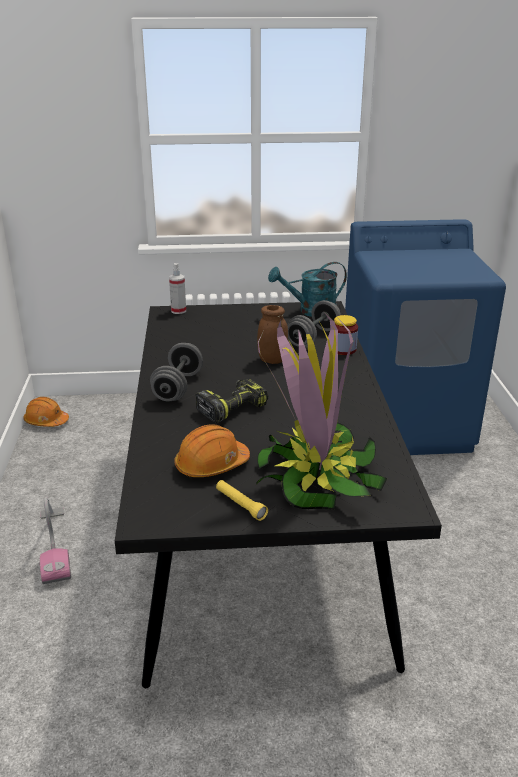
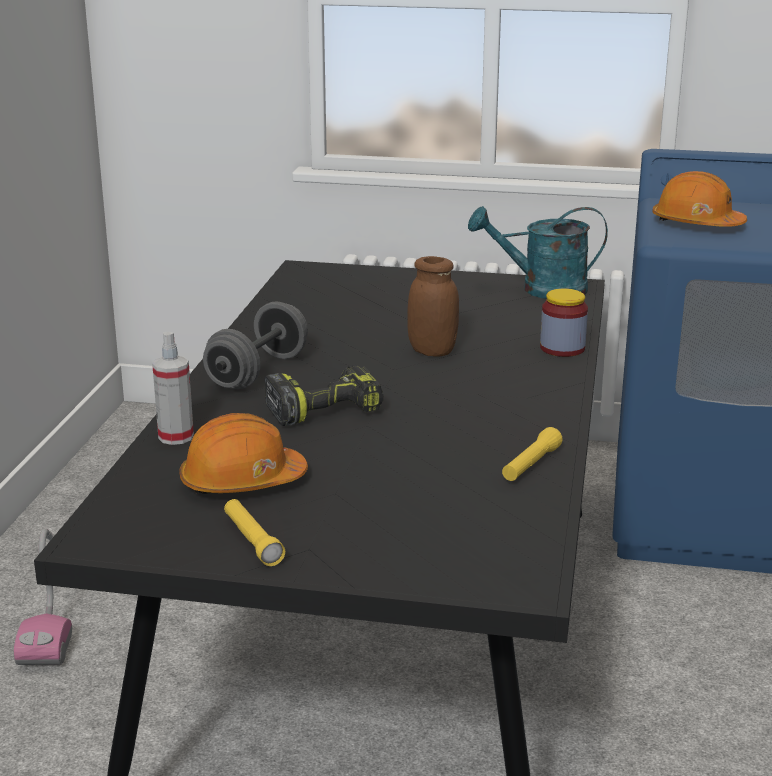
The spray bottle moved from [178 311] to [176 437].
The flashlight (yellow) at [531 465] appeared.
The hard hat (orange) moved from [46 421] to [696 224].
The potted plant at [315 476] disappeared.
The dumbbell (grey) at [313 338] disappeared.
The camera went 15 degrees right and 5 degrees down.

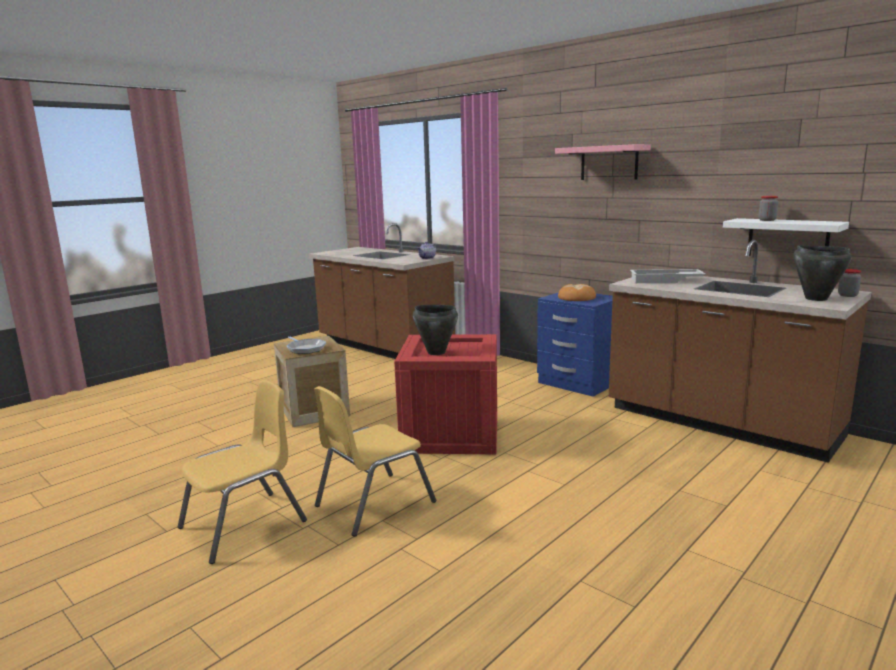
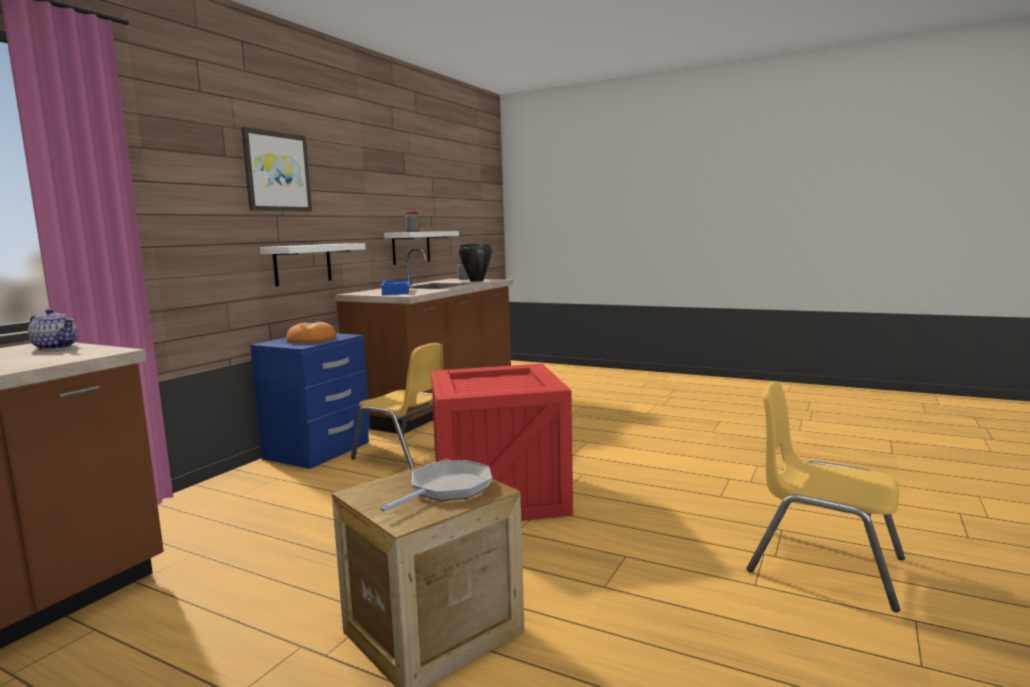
The shelf (pink) at [609 163] was replaced by the picture at [276 172].
The shelf (white) at [302 264] appeared.
The chair (yellow) moved from [373 503] to [406 456].
The tray (white) at [665 281] became the tray (blue) at [397 291].
The cooking pot (black) at [436 352] disappeared.
The camera went 105 degrees left and 5 degrees down.

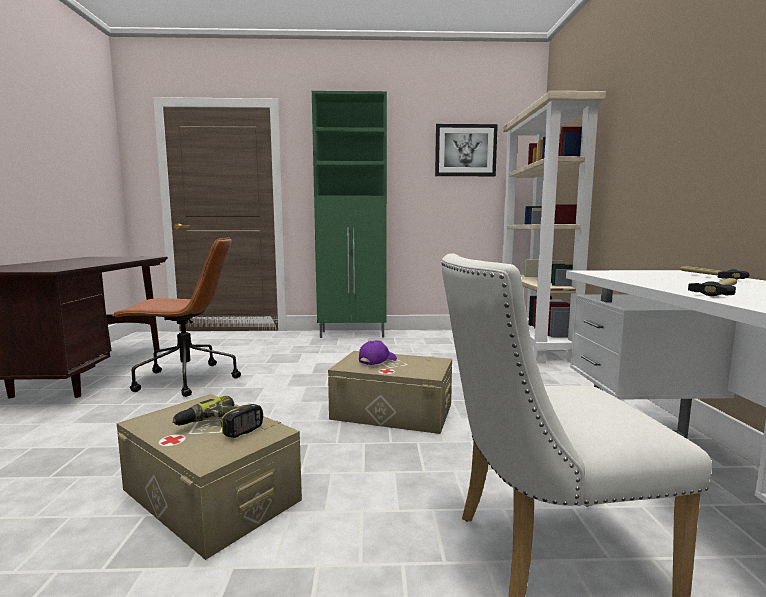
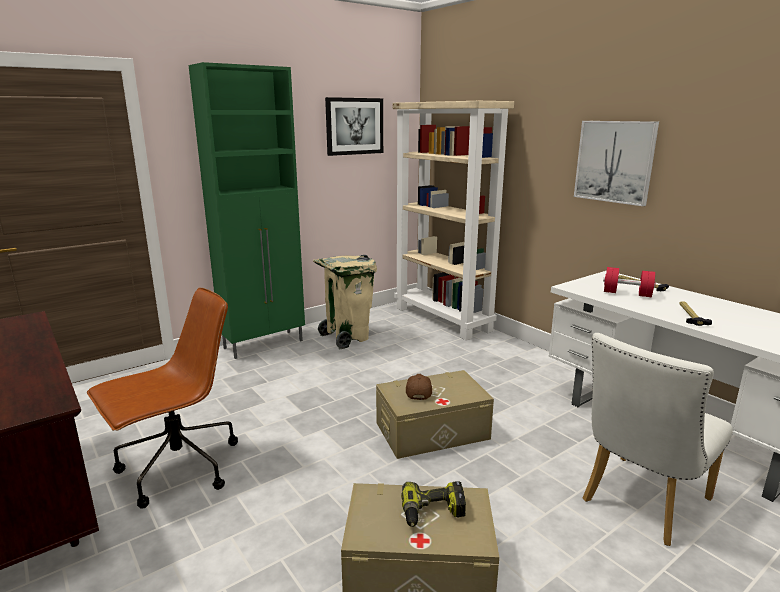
The trash can (beige) at [347 337] appeared.
The cap (purple) at [377 361] became the cap (brown) at [418 392].
The picture at [614 161] appeared.
The dumbbell (red) at [627 294] appeared.
The camera went 35 degrees left and 10 degrees up.

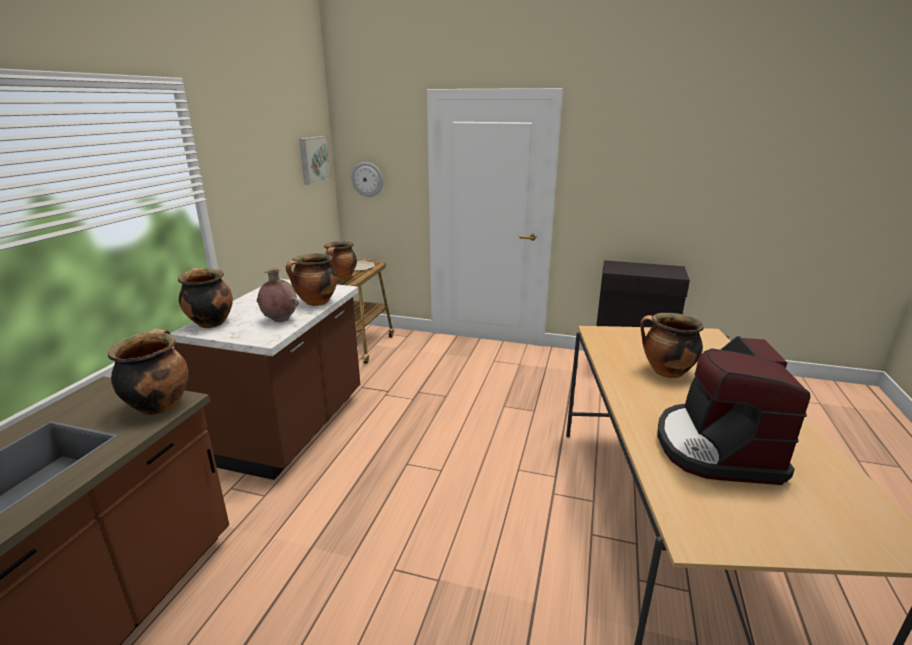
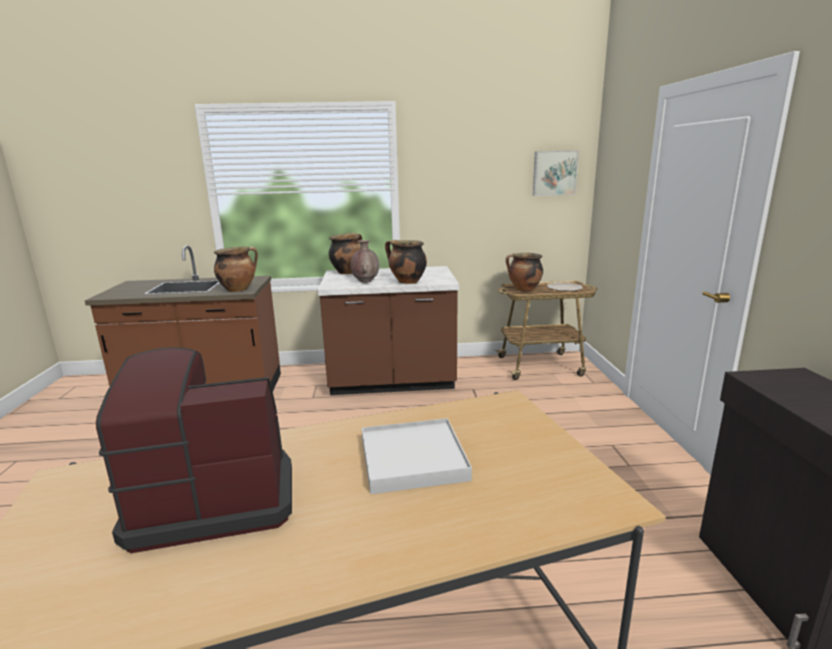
The cooking pot at [665 372] was replaced by the tray (white) at [412 458].
The wall clock at [367 179] disappeared.
The camera went 70 degrees right and 5 degrees down.

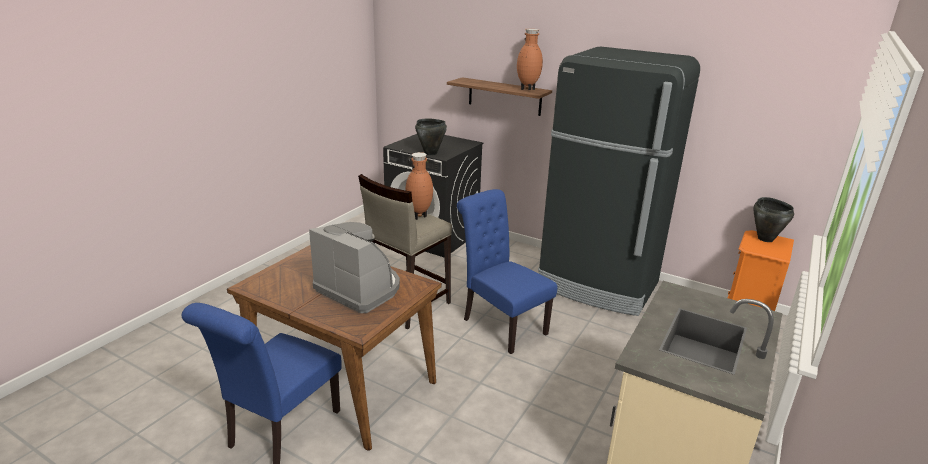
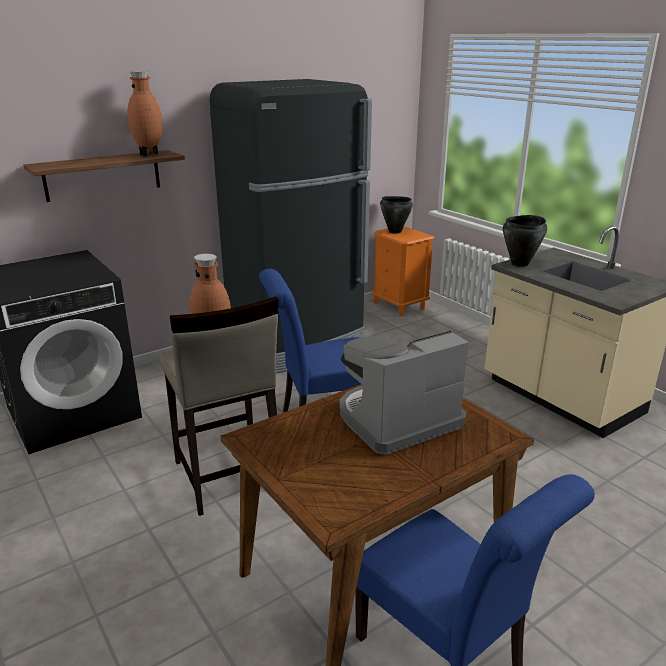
The cooking pot (black) moved from [431 153] to [520 264].
The camera went 65 degrees left and 0 degrees up.

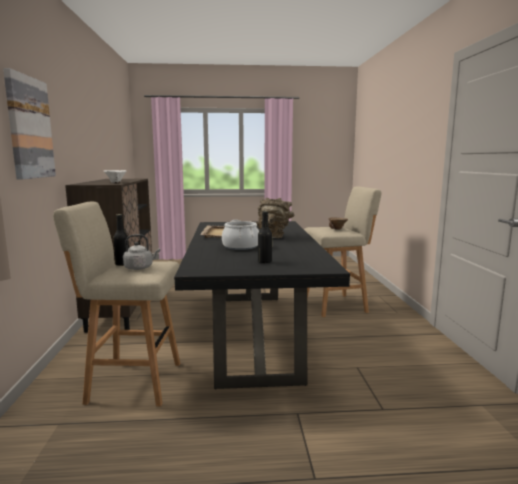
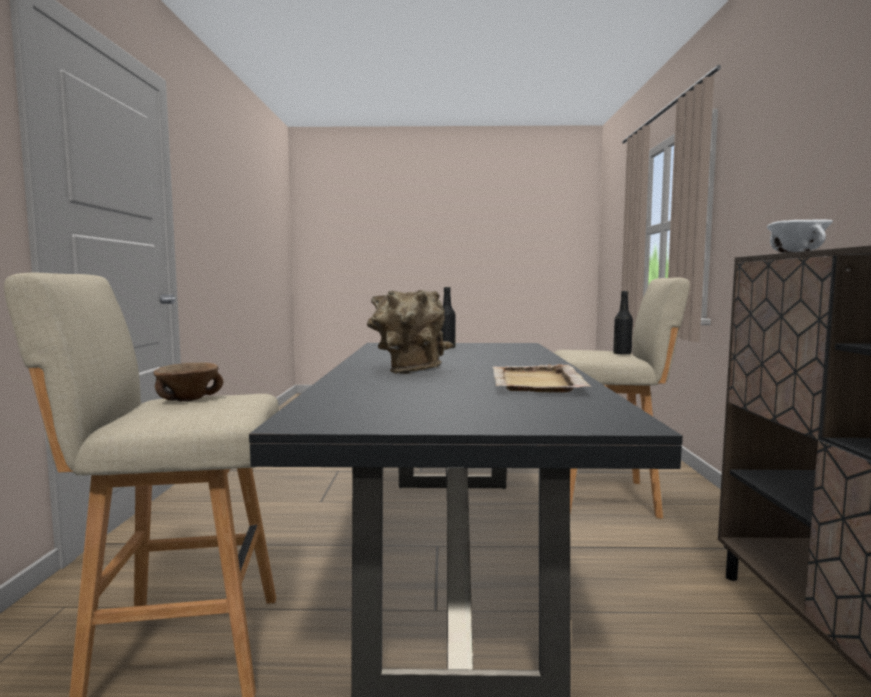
The picture at [29 128] disappeared.
The kettle (grey) at [140 268] disappeared.
The cooking pot at [240 247] disappeared.
The camera went 175 degrees left and 5 degrees down.

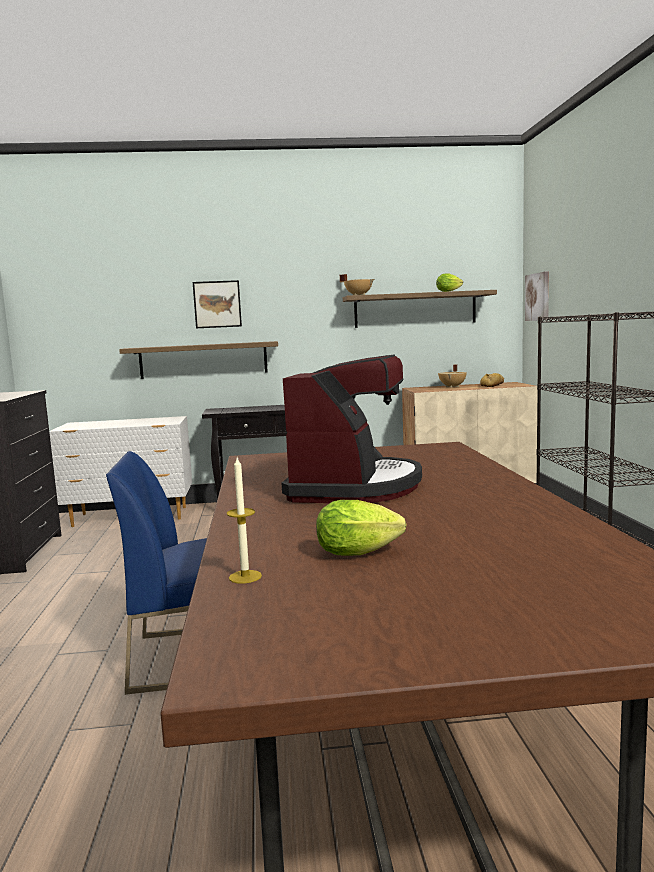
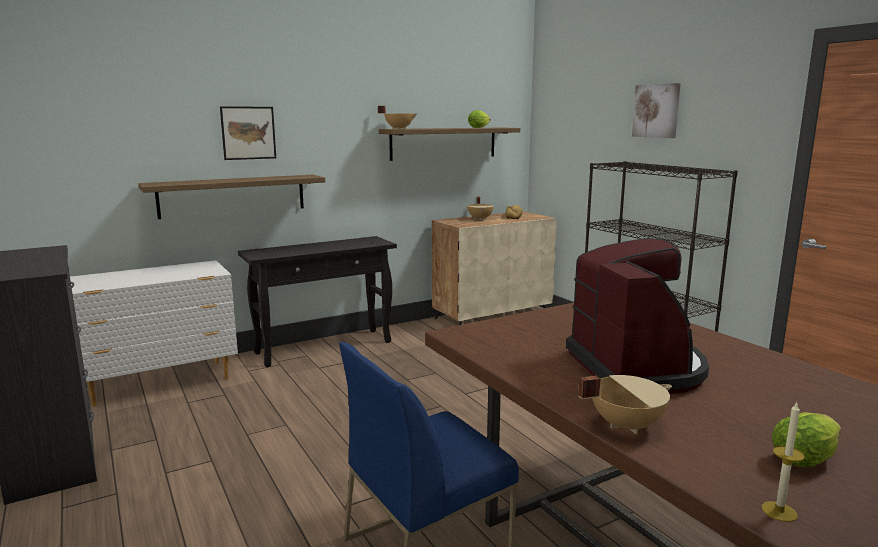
The cooking pot (beige) at [625 425] appeared.
The picture moved from [538 297] to [656 111].
The camera went 25 degrees left and 5 degrees up.

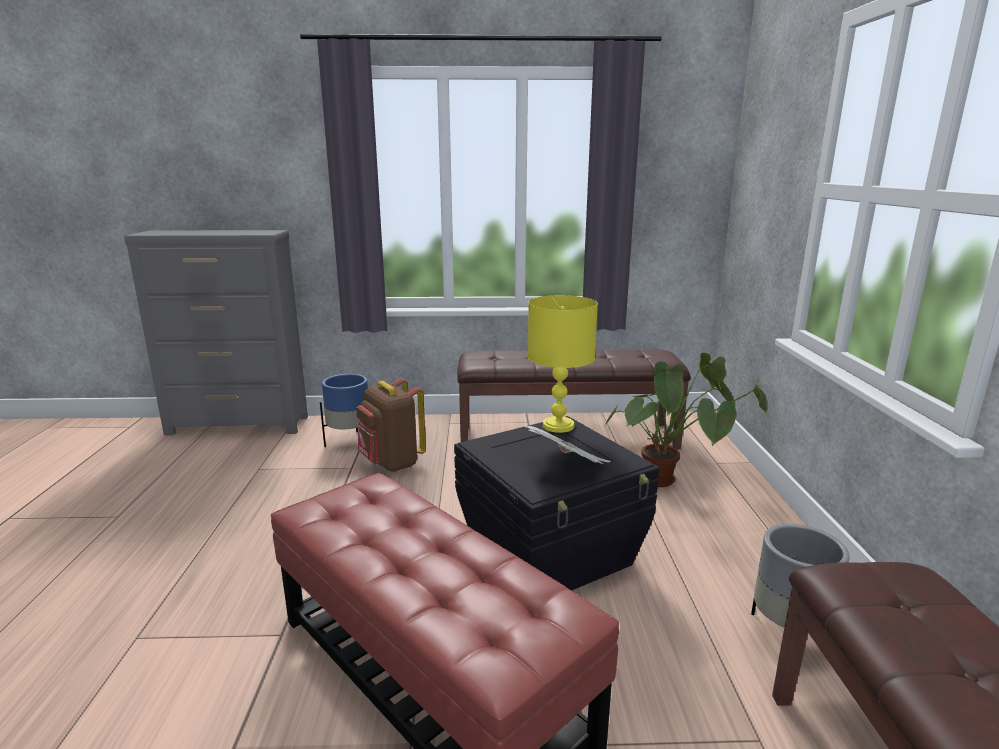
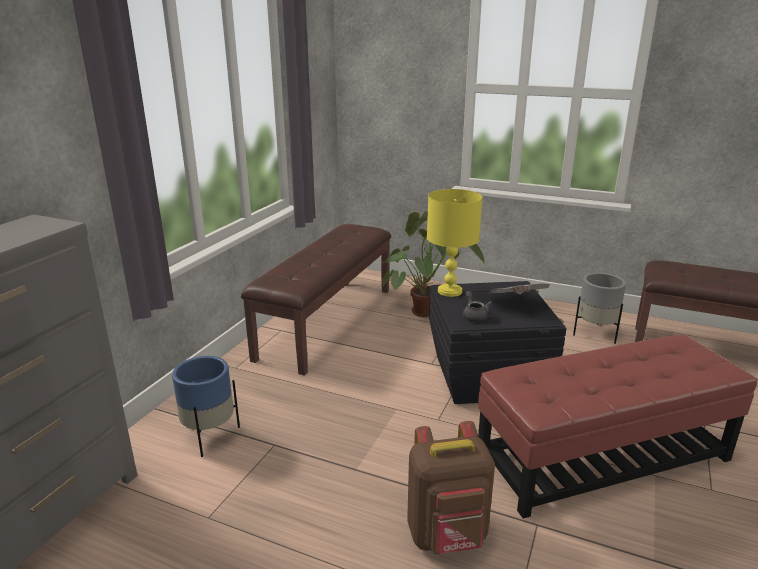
The backpack (brown) moved from [391 463] to [448 536].
The teapot (grey) at [474 316] appeared.
The camera went 65 degrees left and 5 degrees up.

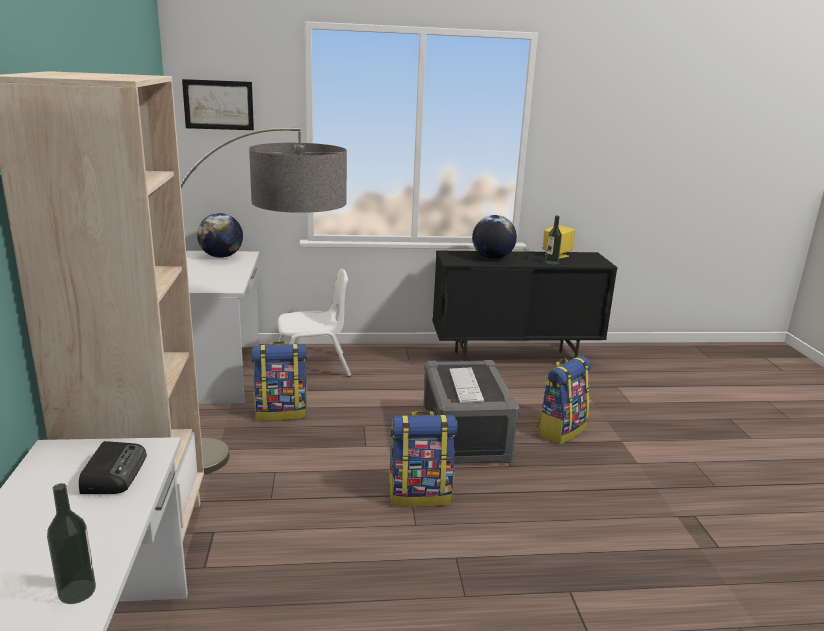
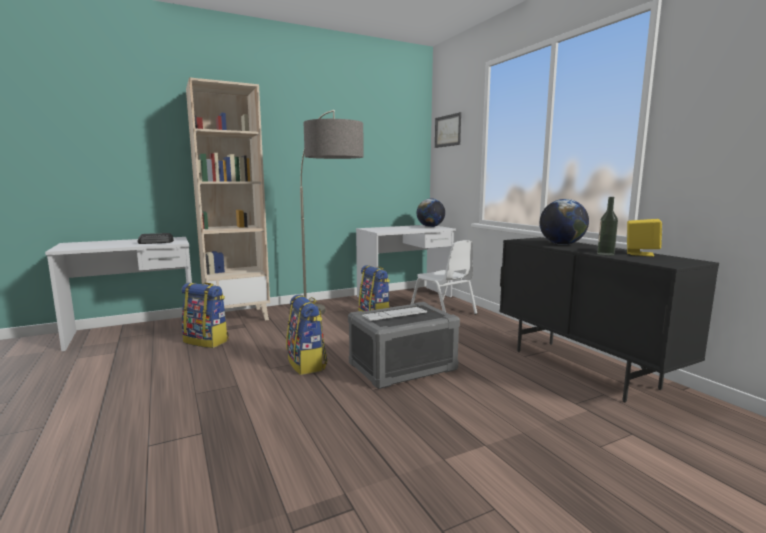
The backpack moved from [560 430] to [207 341].
The bottle at [77 591] disappeared.
The camera went 70 degrees right and 10 degrees down.

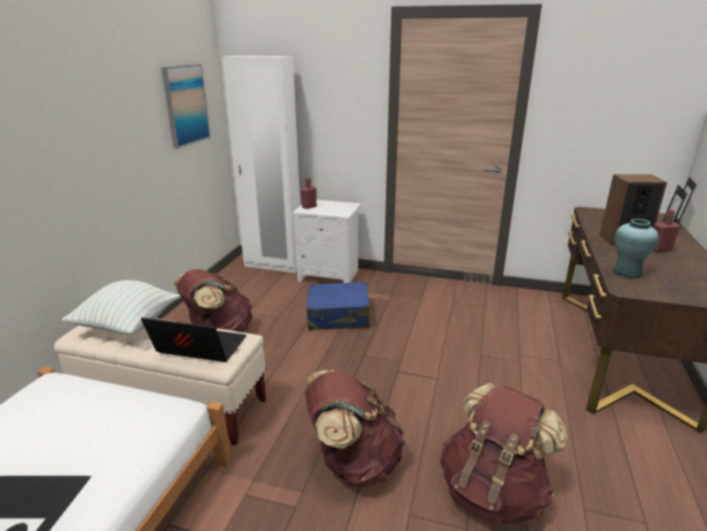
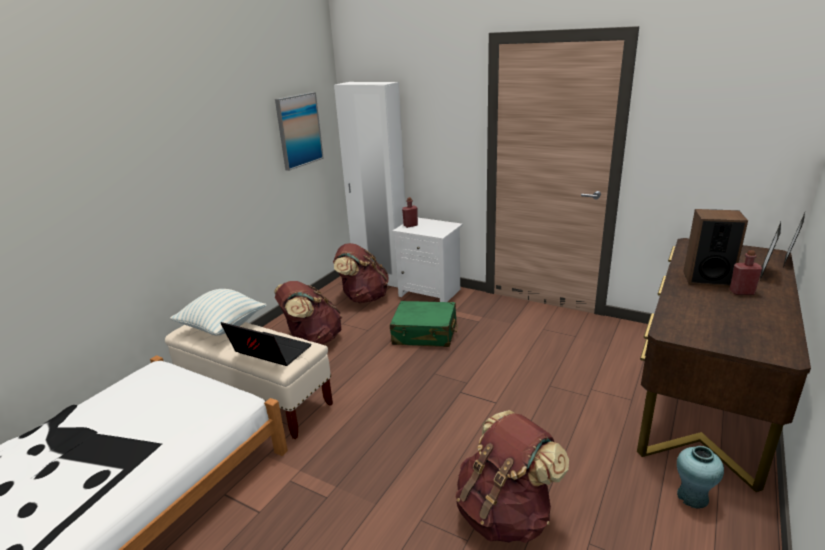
The backpack (brown) moved from [353 462] to [363 298].
The suitcase (blue) at [339 316] became the suitcase (green) at [425 334].
The vase (turquoise) moved from [627 273] to [692 497].
The camera went 15 degrees right and 0 degrees up.

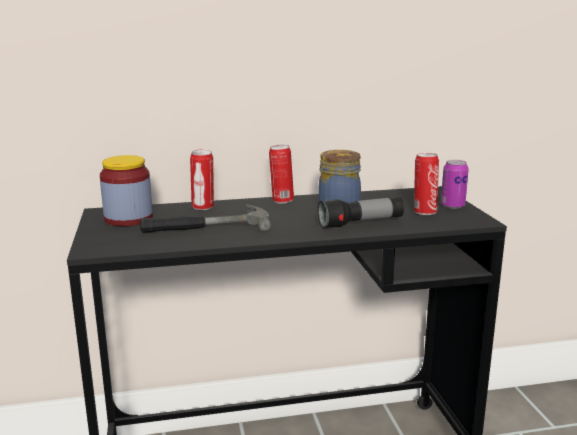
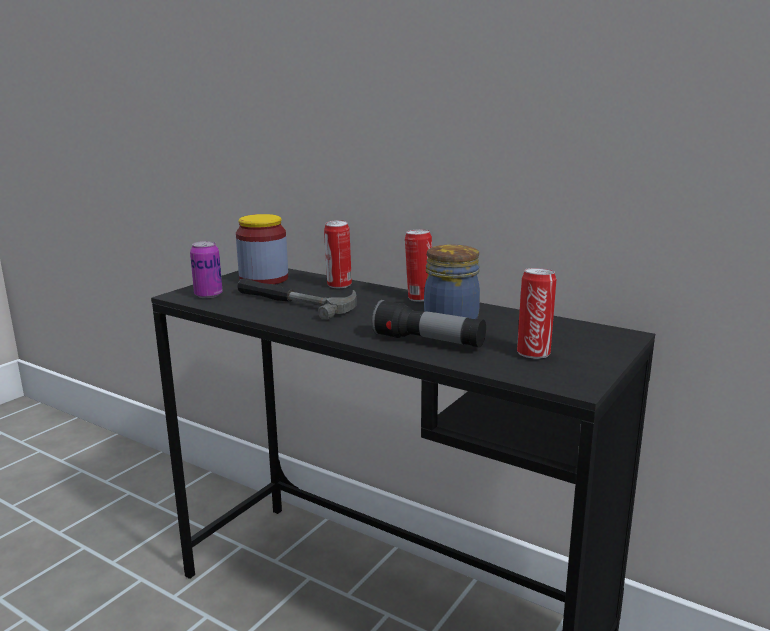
The can moved from [452 206] to [208 295].
The camera went 45 degrees right and 0 degrees up.

